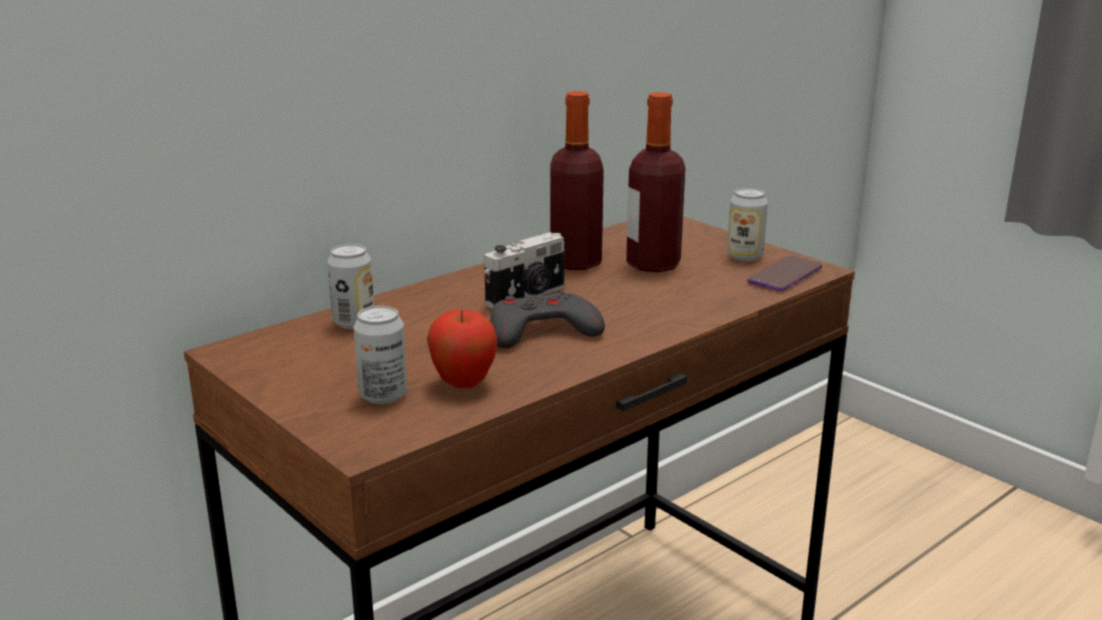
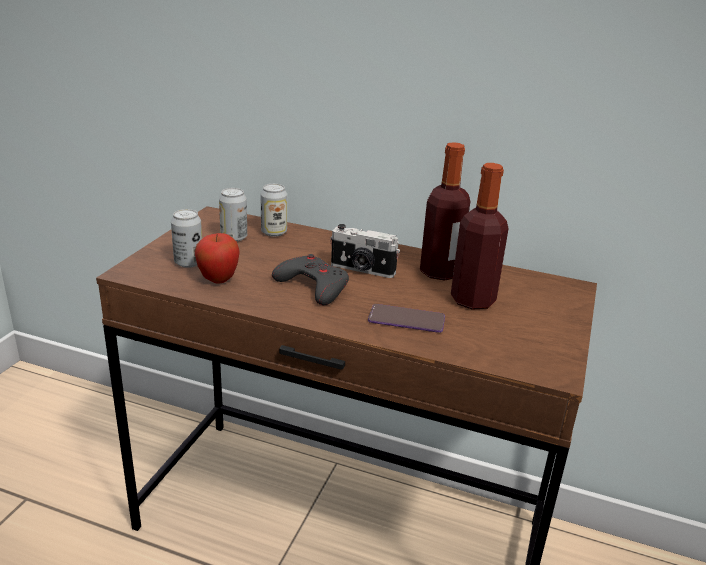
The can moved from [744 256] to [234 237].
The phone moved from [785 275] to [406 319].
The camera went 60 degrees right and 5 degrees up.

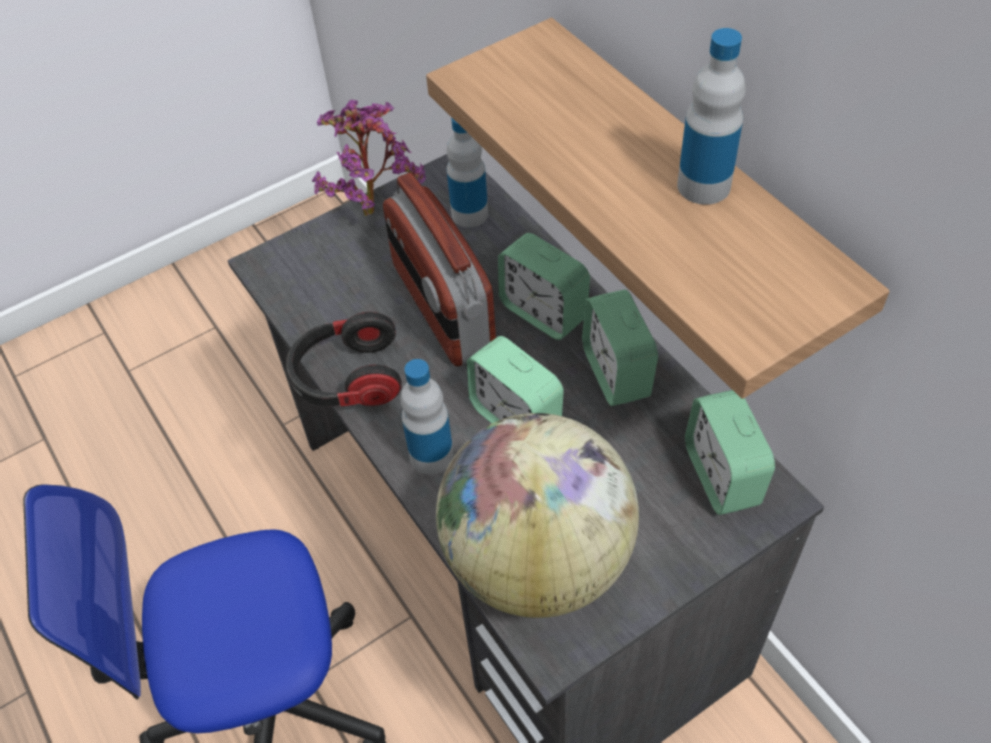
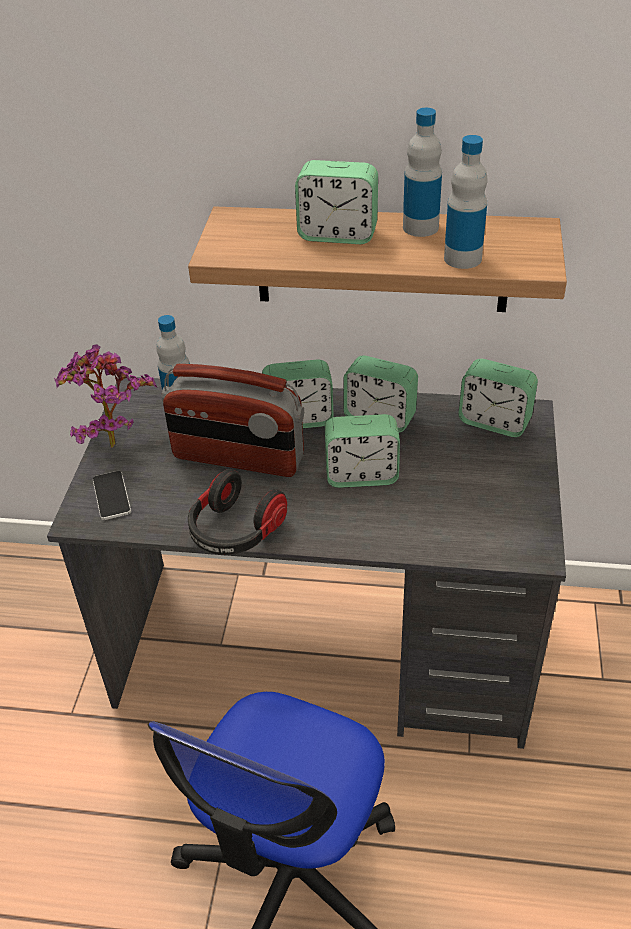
The phone at [111 496] appeared.
The alarm clock at [337 234] appeared.
The bottle moved from [431 455] to [462 258].
The globe at [538 559] disappeared.
The camera went 50 degrees left and 10 degrees down.

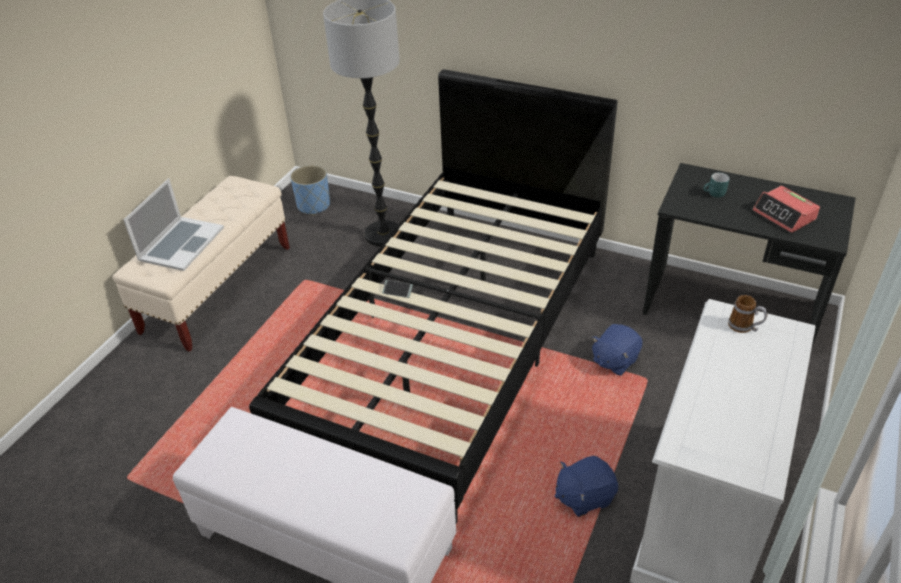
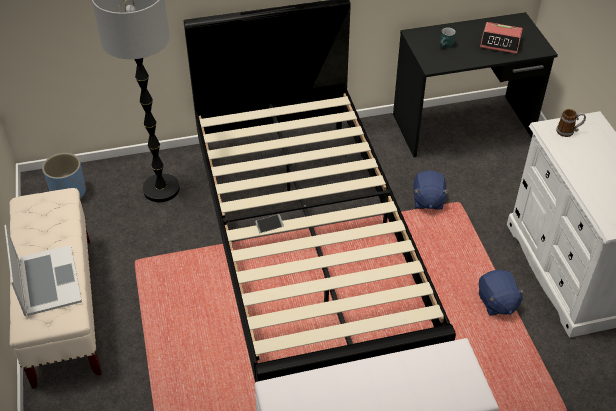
The plush toy (blue) at [584 496] turned 45 degrees counterclockwise.
The camera went 40 degrees left and 5 degrees up.

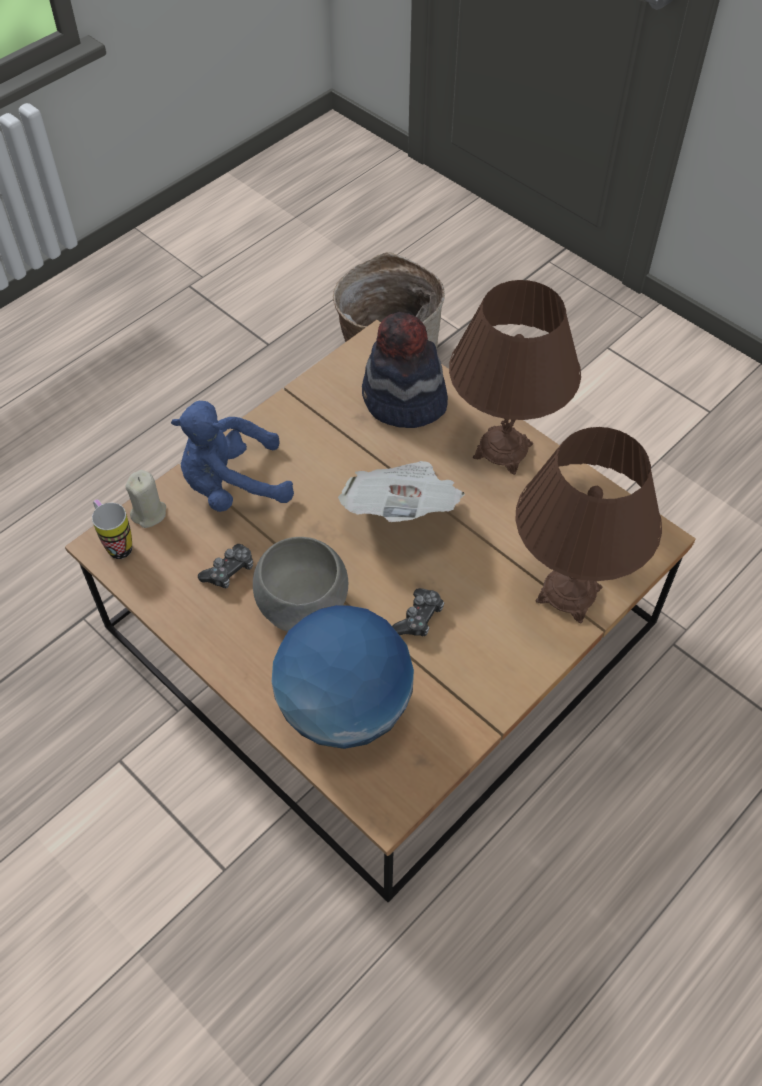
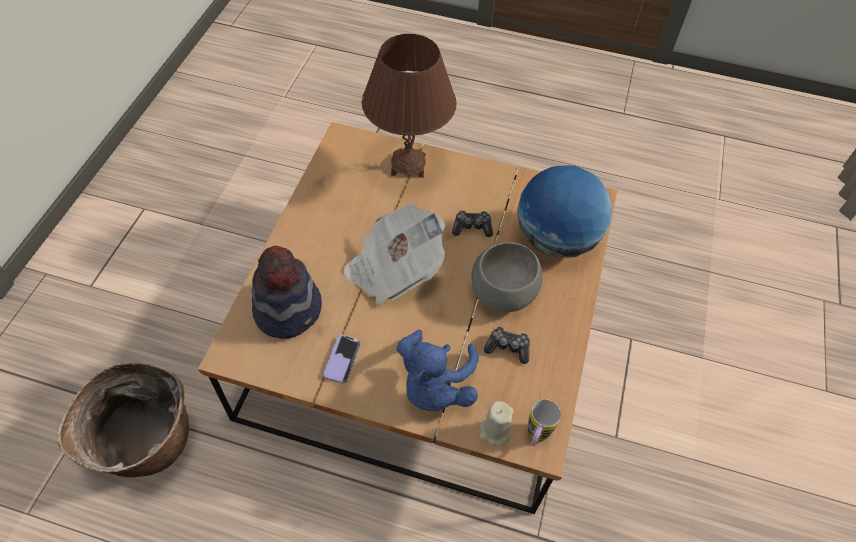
The phone at [342 359] appeared.
The plush toy (blue) at [232 485] turned 60 degrees clockwise.
The table lamp (brown) at [503 450] disappeared.
The camera went 120 degrees left and 0 degrees up.

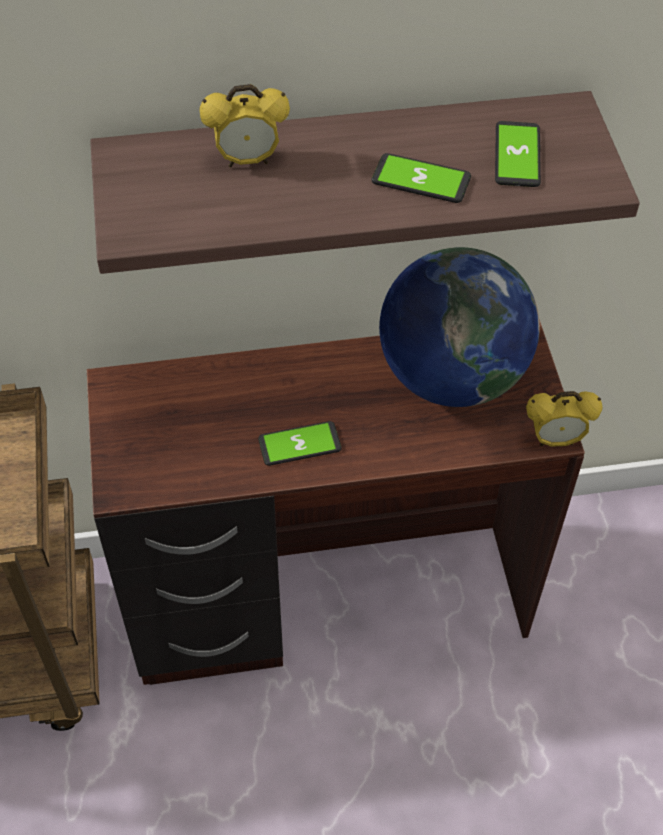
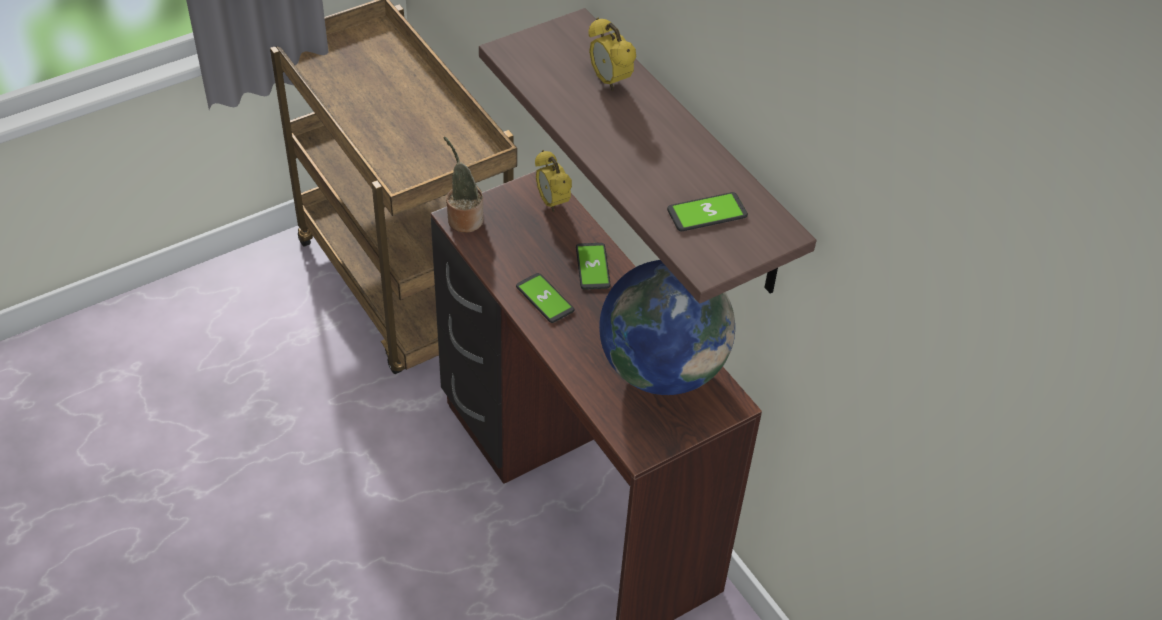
The potted plant at [463 218] appeared.
The alarm clock moved from [555 440] to [552 203].
The phone moved from [421 180] to [593 267].
The camera went 65 degrees right and 5 degrees down.

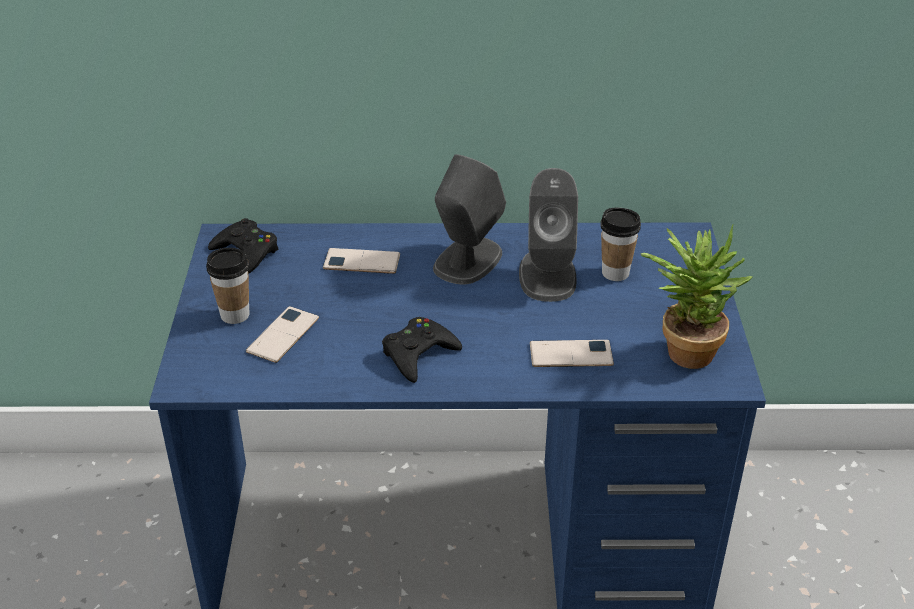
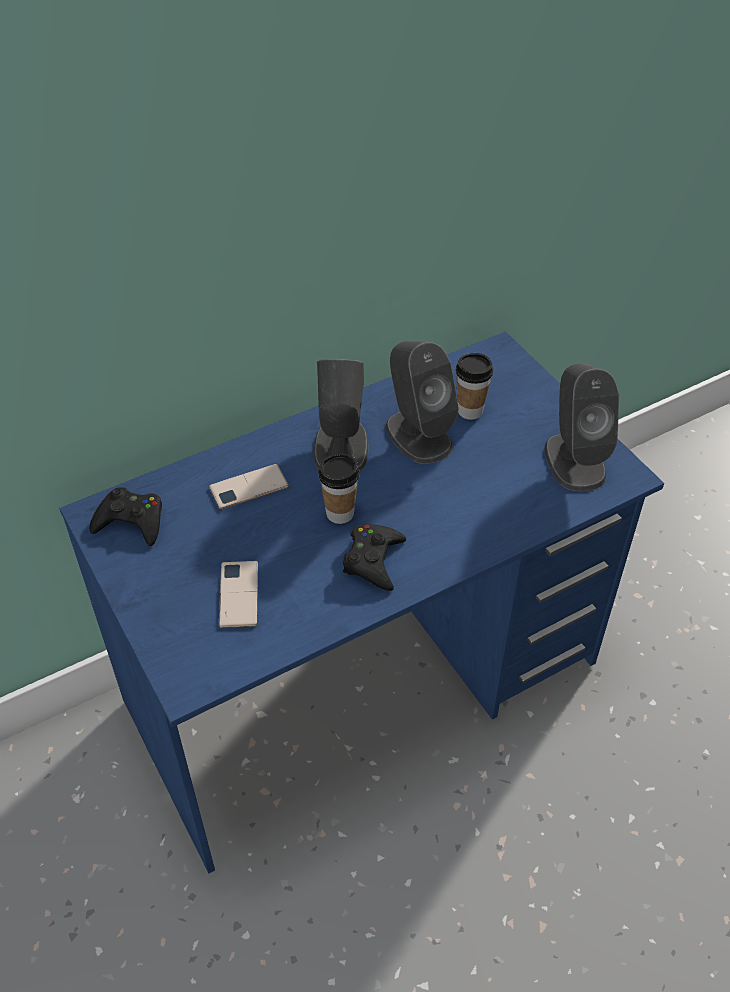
The cup moved from [235 315] to [340 513].
The potted plant at [685 348] was replaced by the speaker (grey) at [574 461].
The phone at [571 354] disappeared.
The camera went 30 degrees left and 10 degrees up.

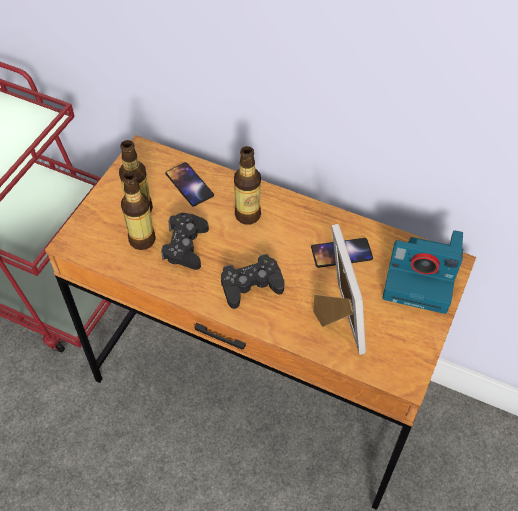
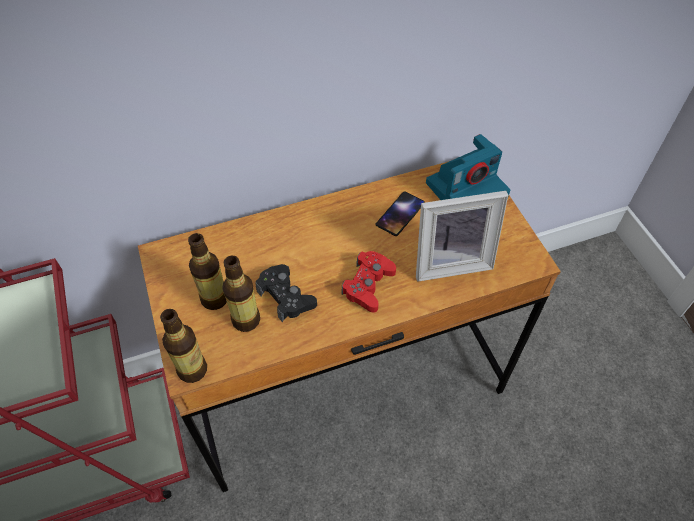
The bottle moved from [248 215] to [192 370].
The game controller (black) at [251 285] became the game controller (red) at [368 285].
The picture frame at [335 320] turned 135 degrees clockwise.
The phone at [189 184] disappeared.
The camera went 45 degrees left and 0 degrees up.

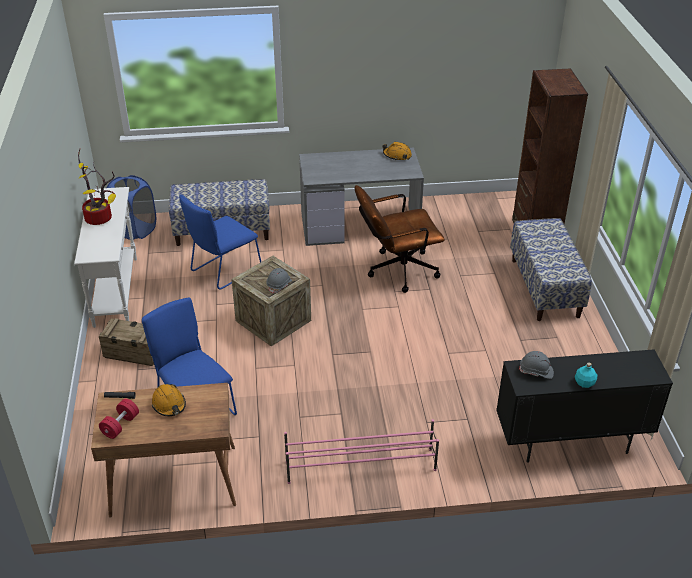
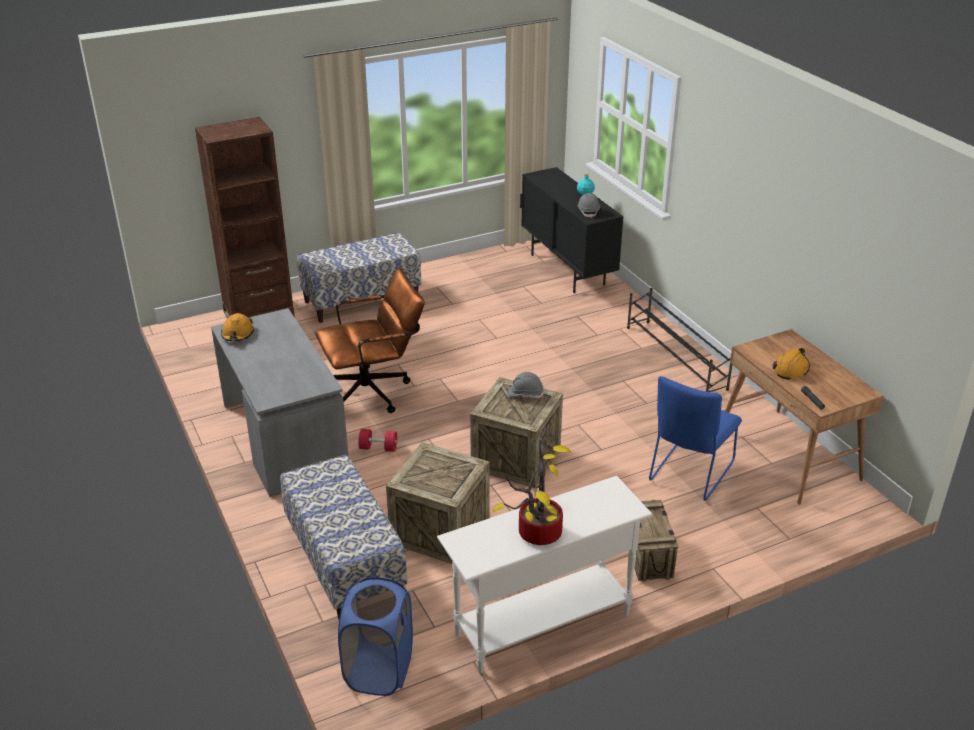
The office chair (brown) at [396 271] turned 75 degrees counterclockwise.
The dumbbell (red) moved from [120 425] to [378 448].
The chair (blue) at [223 270] was replaced by the crate at [440 530].
The shoe rack (pink) at [360 465] became the shoe rack (black) at [675 358].
The camera went 110 degrees left and 5 degrees down.

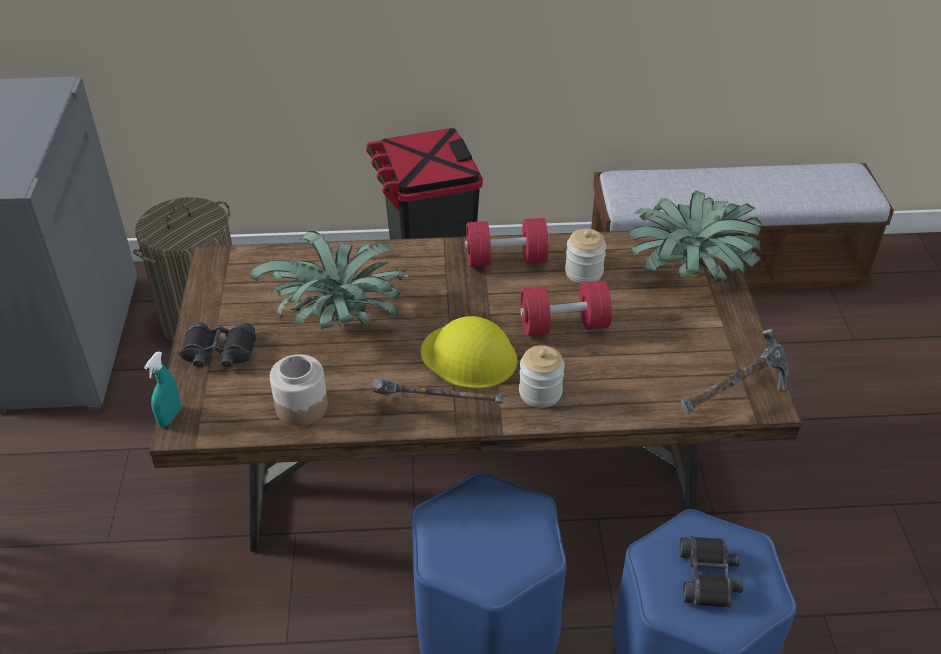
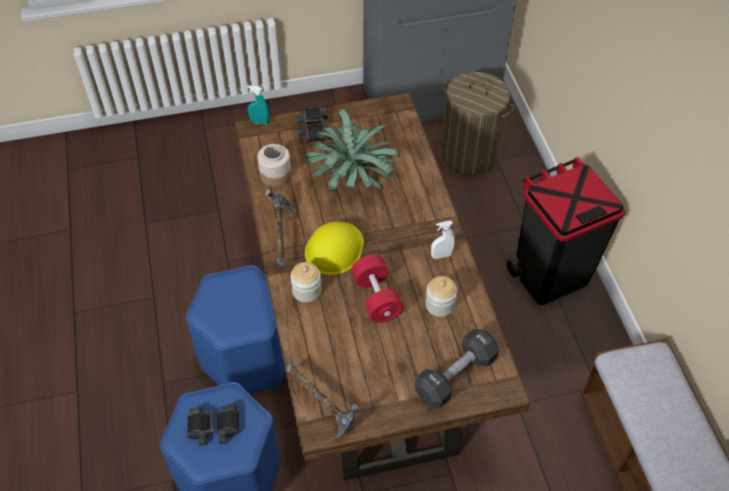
The potted plant at [688 275] was replaced by the dumbbell (black) at [455 376].
The dumbbell (red) at [506 259] was replaced by the spray bottle (white) at [441 255].
The camera went 80 degrees right and 10 degrees up.

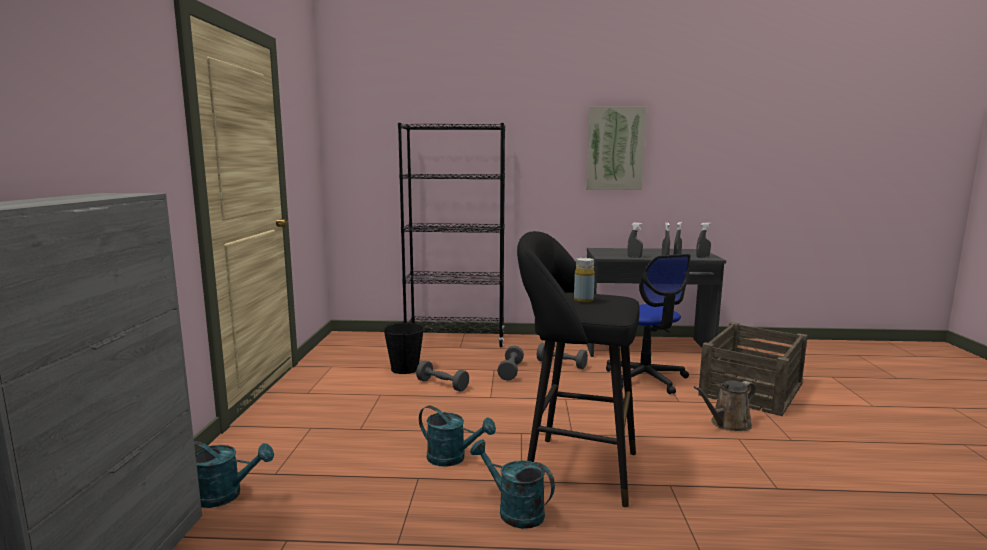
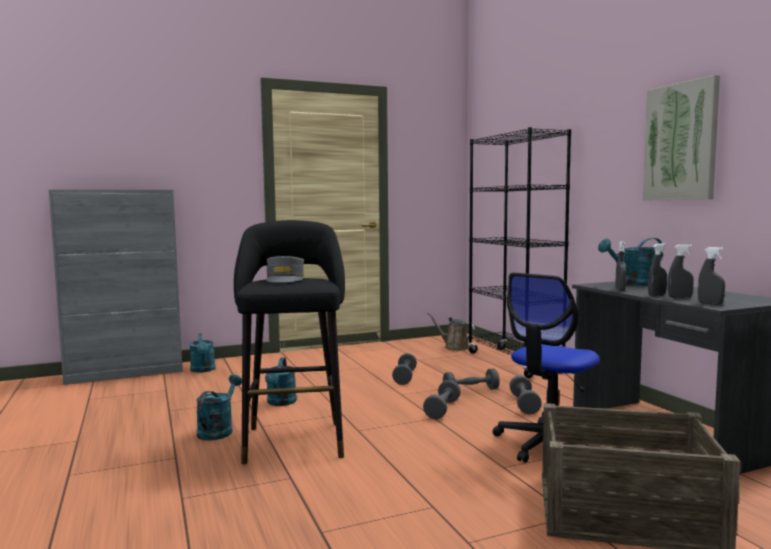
The bottle (yellow) at [583 300] was replaced by the cap (grey) at [285 279].
The dumbbell (grey) at [442 409] appeared.
The watering can (brown) moved from [727 424] to [454 347].
The watering can (turquoise) at [634 284] appeared.
The bucket (black) at [405 368] disappeared.
The camera went 65 degrees right and 5 degrees down.

